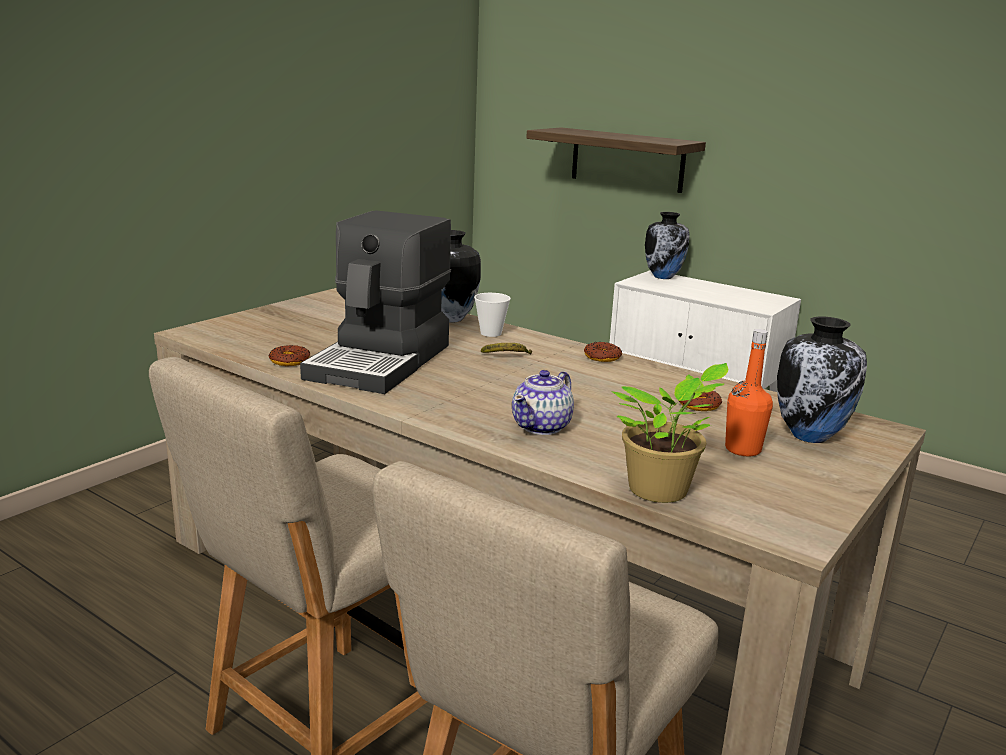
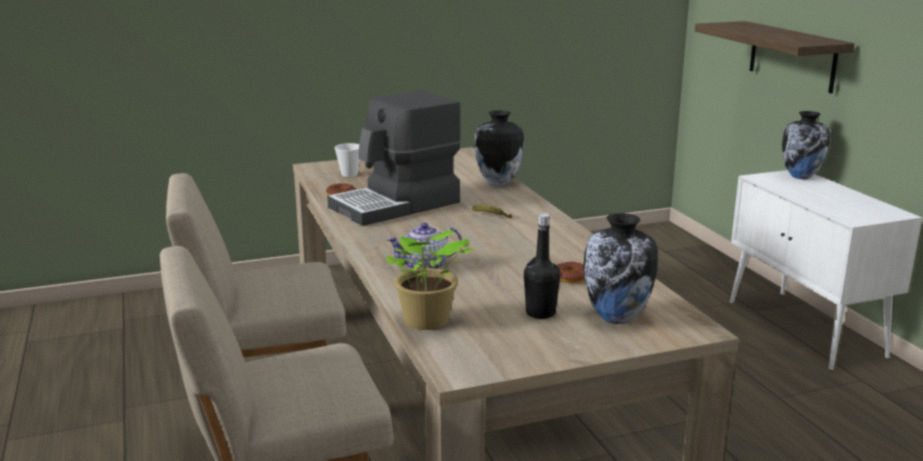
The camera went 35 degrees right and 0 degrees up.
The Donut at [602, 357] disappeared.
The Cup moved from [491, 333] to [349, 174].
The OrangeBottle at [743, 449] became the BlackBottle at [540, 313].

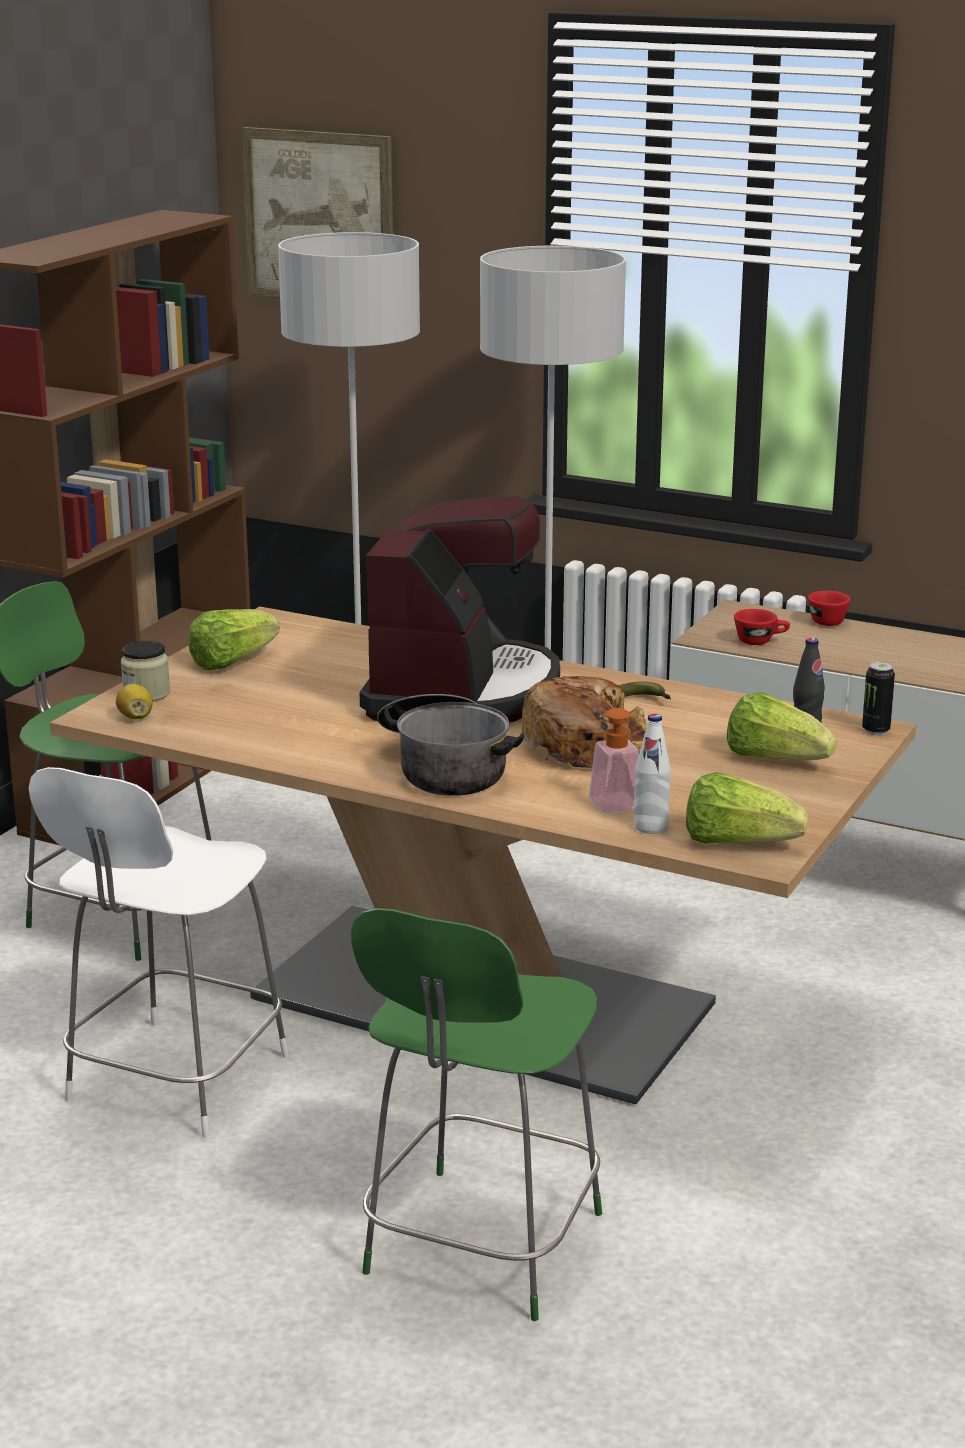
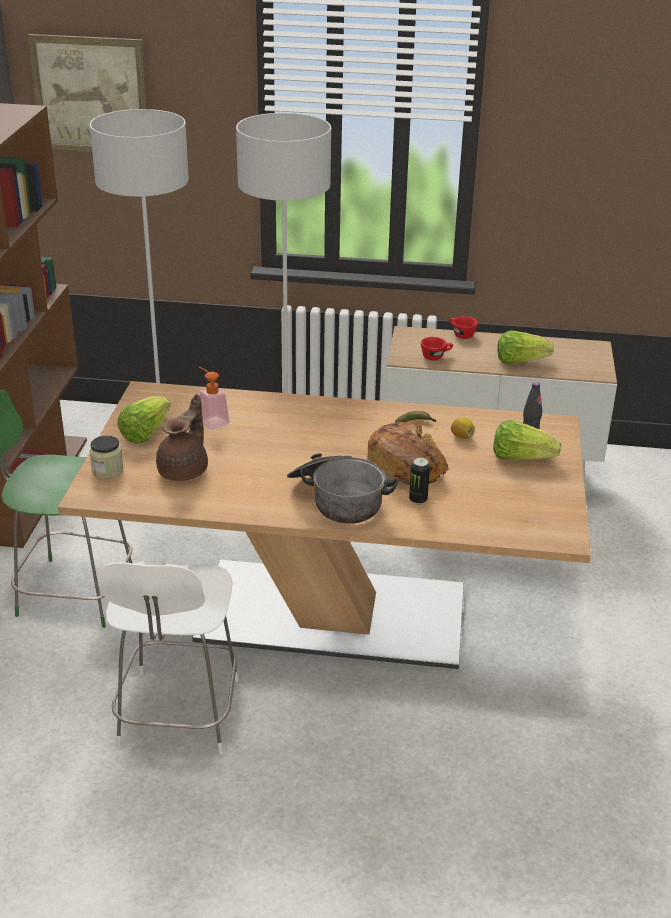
The camera went 20 degrees left and 10 degrees up.
The GreenChair at [480, 1248] disappeared.
The CoffeeMachine at [461, 692] disappeared.
The WhiteBottle at [650, 827] disappeared.
The BrownTeapot at [185, 470] appeared.
The Lemon moved from [135, 717] to [462, 437].
The SoapDispenser moved from [611, 800] to [211, 420].
The Lettuce moved from [737, 843] to [520, 361].
The Can moved from [876, 730] to [418, 500].

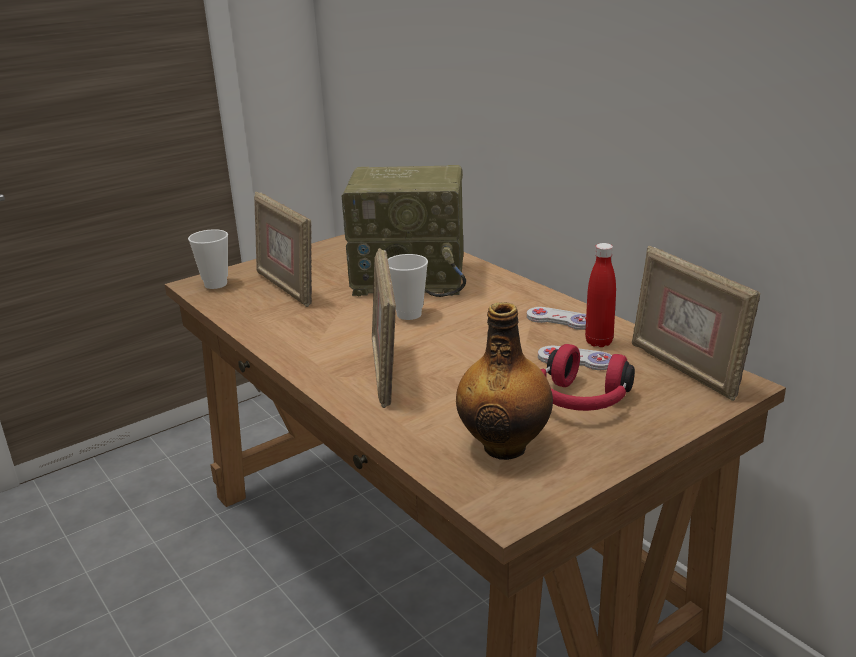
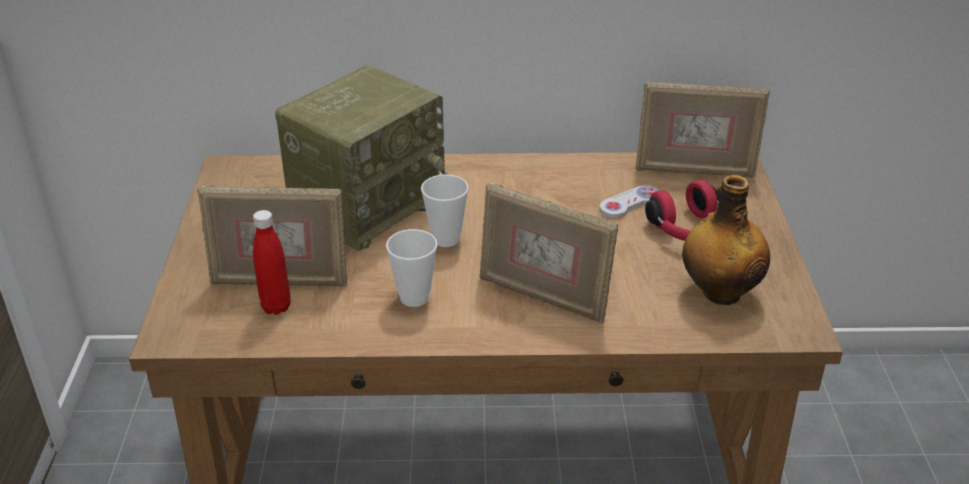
The camera went 55 degrees left and 10 degrees up.
The WhiteGameController at [560, 320] disappeared.
The Cup moved from [215, 284] to [414, 297].
The RedBottle moved from [599, 342] to [276, 307].

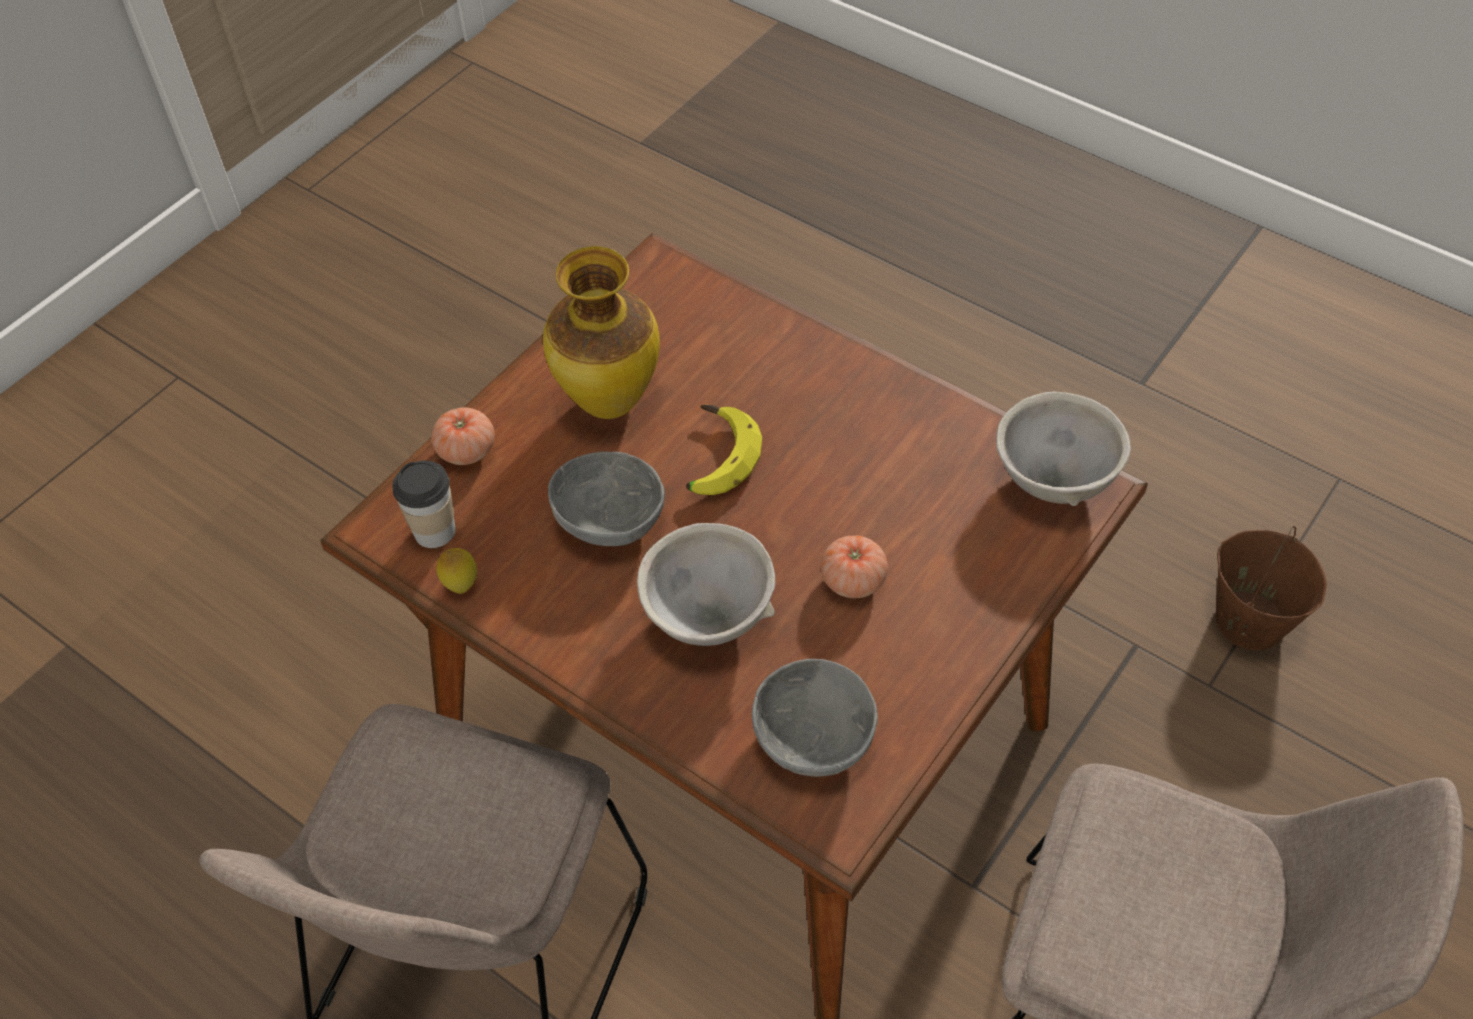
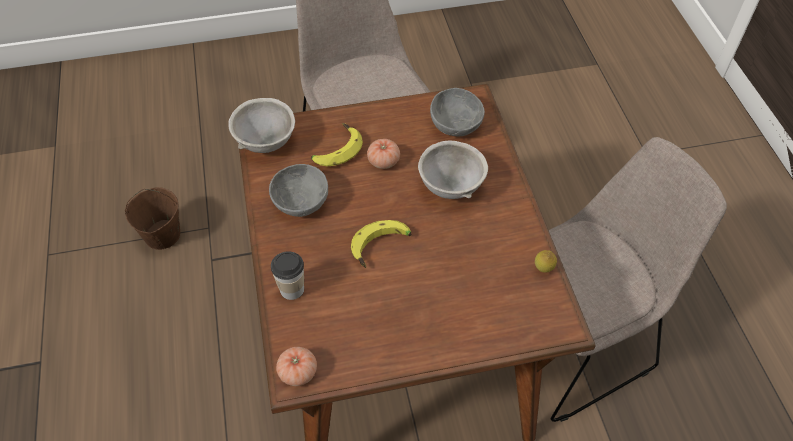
The camera went 140 degrees left and 0 degrees up.
The Vase at [607, 402] disappeared.
The Banana at [335, 150] appeared.
The Cup moved from [435, 531] to [292, 289].
The Tomato moved from [466, 450] to [298, 372].
The GreyBowl moved from [610, 518] to [300, 203].

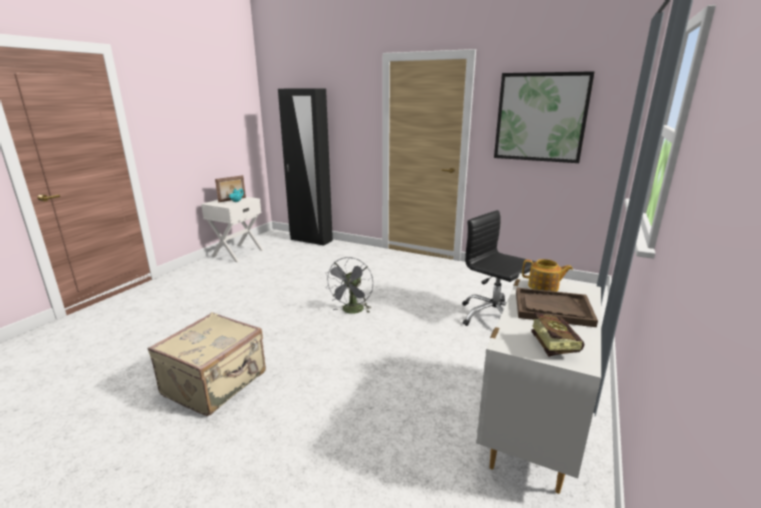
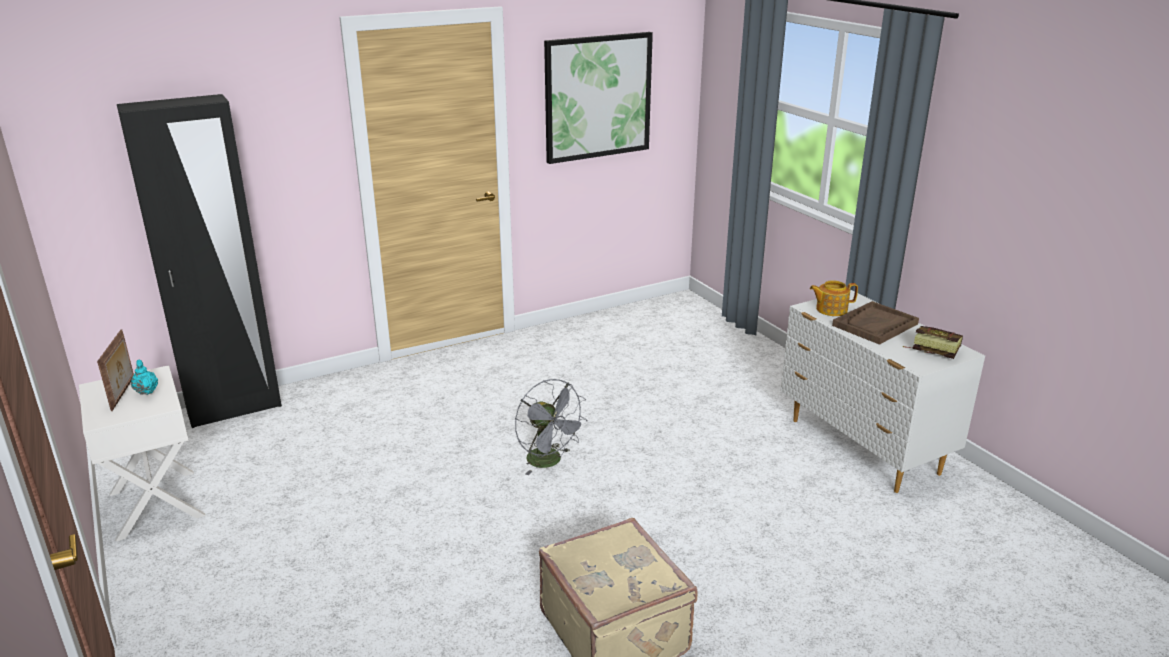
The camera went 55 degrees left and 5 degrees up.
The BlackOfficeChair at [493, 317] disappeared.
The Teapot at [544, 287] turned 150 degrees counterclockwise.

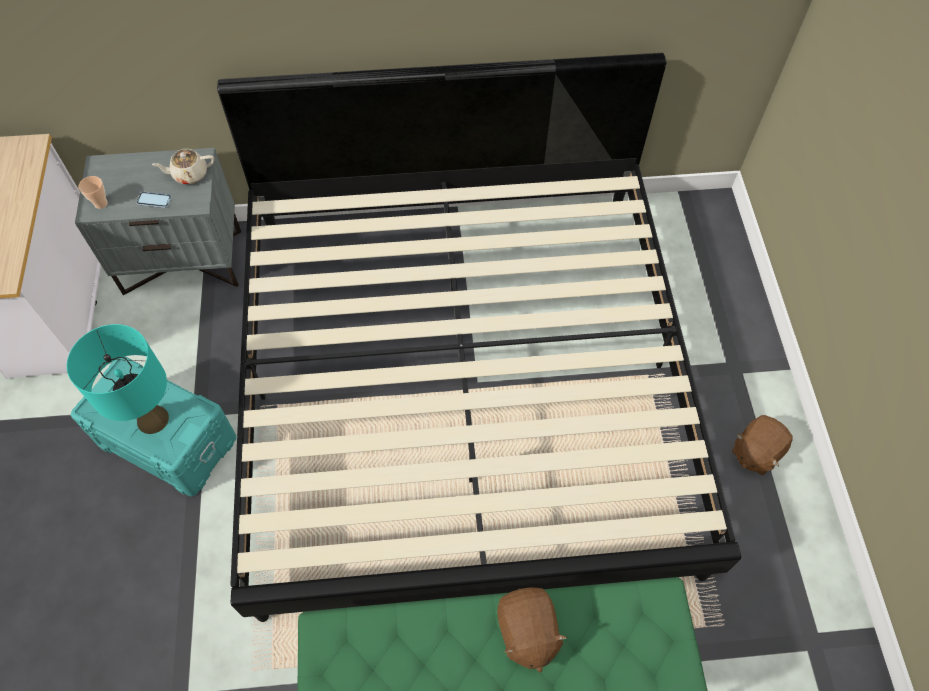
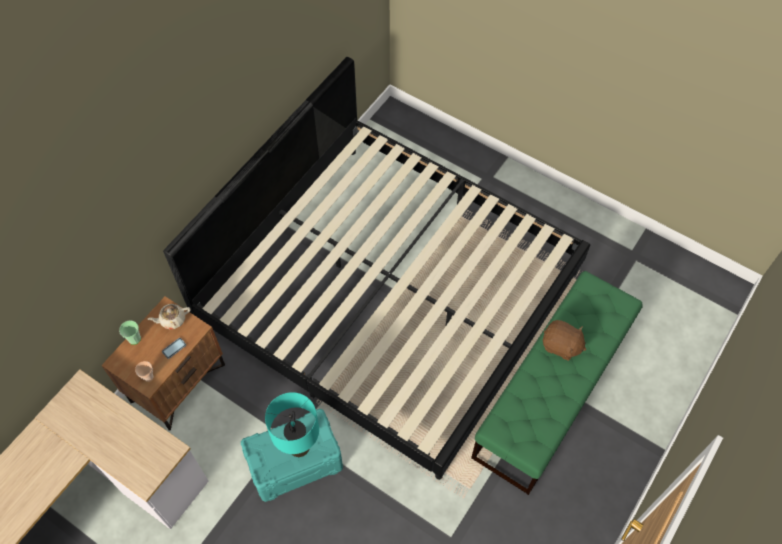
The camera went 50 degrees left and 0 degrees up.
The BrownPlushToy at [755, 452] disappeared.
The Cup at [134, 339] appeared.
The GreyNightstand at [184, 260] became the BrownNightstand at [177, 382].
The BeigeTeapot at [189, 174] turned 45 degrees clockwise.

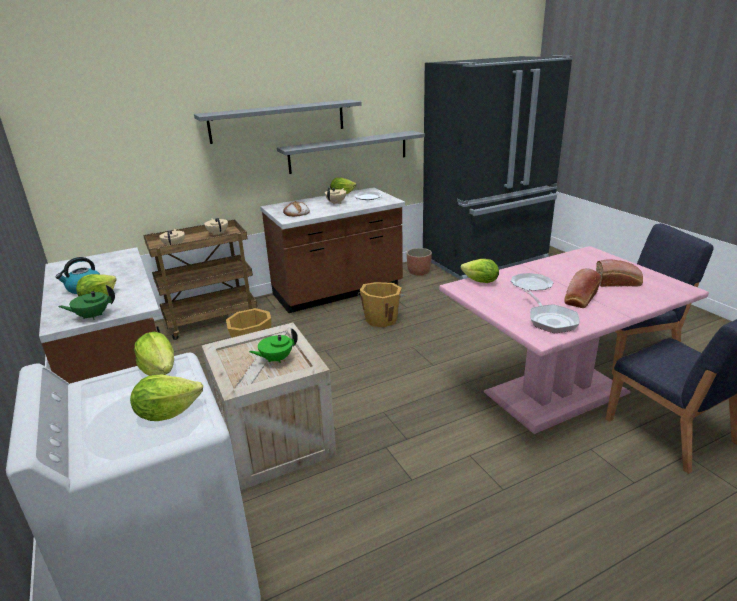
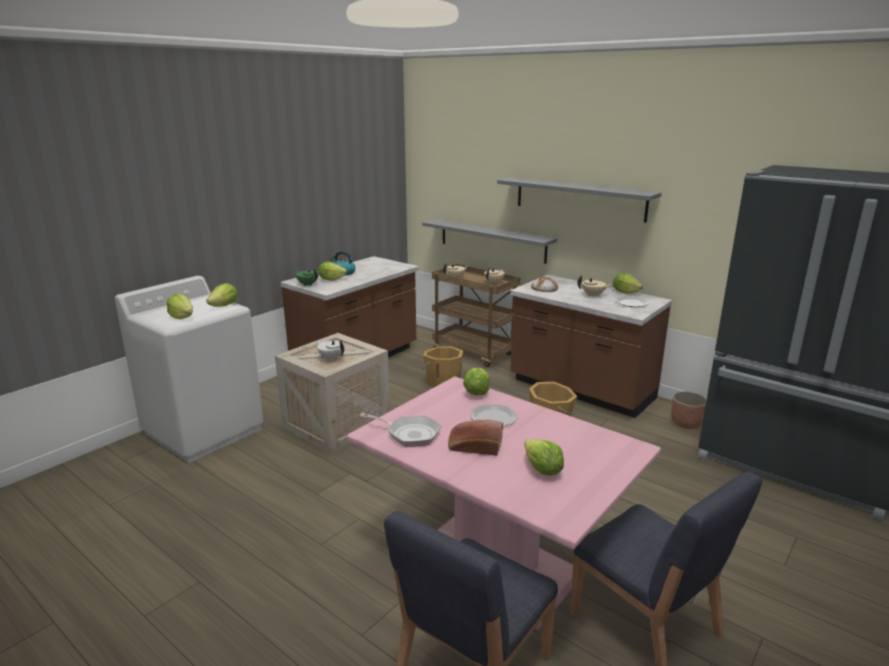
The camera went 65 degrees right and 5 degrees down.
The GreyShelf moved from [349, 151] to [492, 240].
The Bread at [618, 283] was replaced by the Lettuce at [542, 470].
The GreenTeapot at [276, 359] became the WhiteTeapot at [331, 358].
The FryingPan at [550, 320] turned 120 degrees counterclockwise.

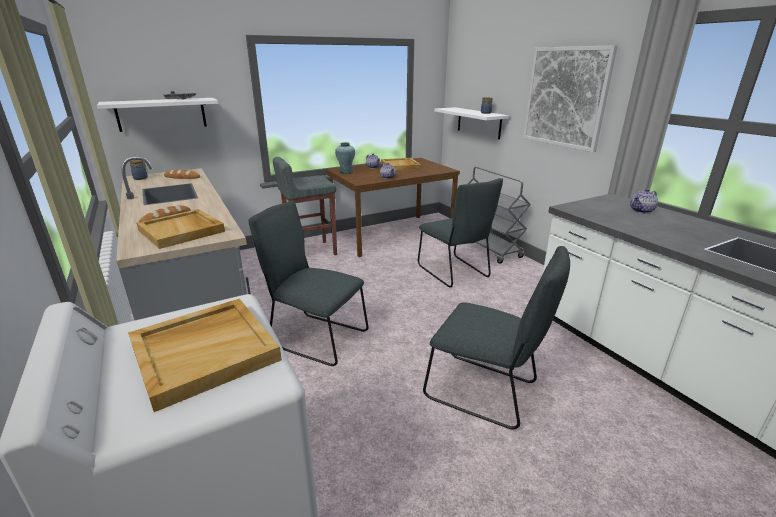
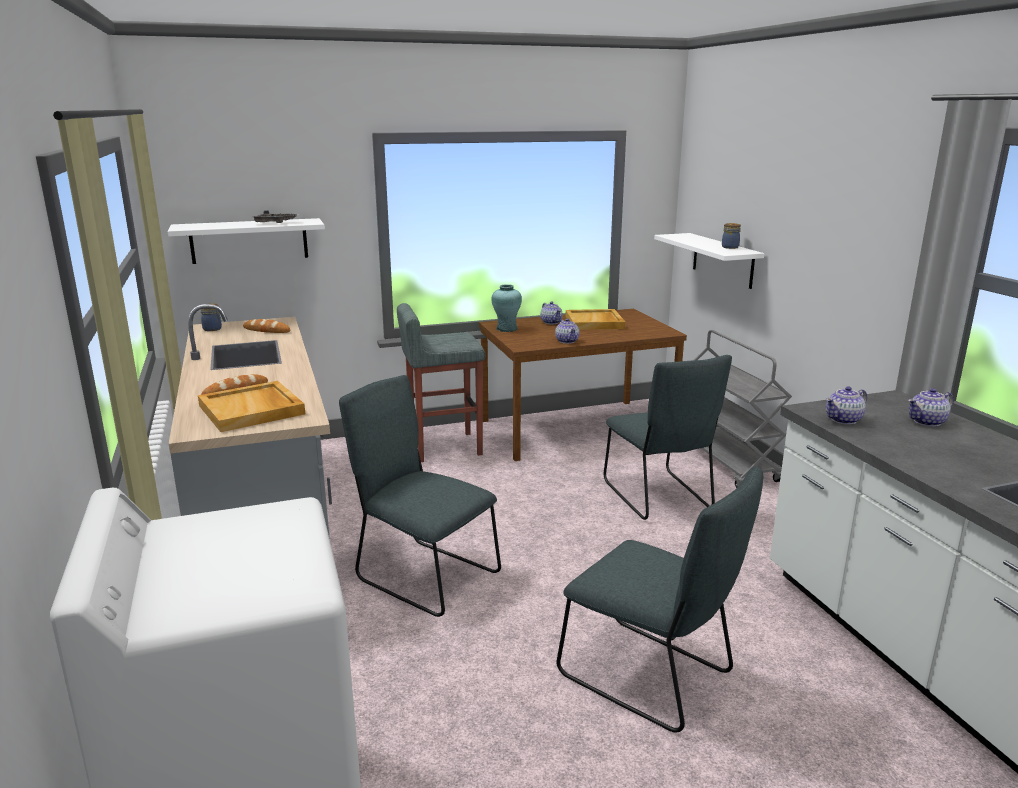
The camera went 10 degrees right and 5 degrees down.
The BeigeTray at [205, 351] disappeared.
The Picture at [565, 97] disappeared.
The Teapot at [844, 420] appeared.

